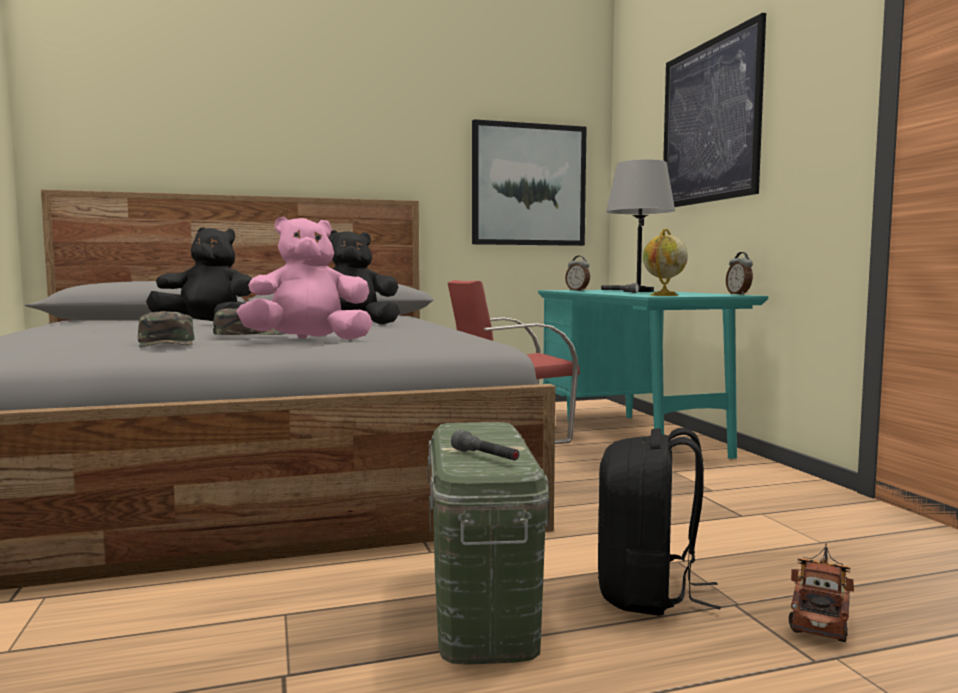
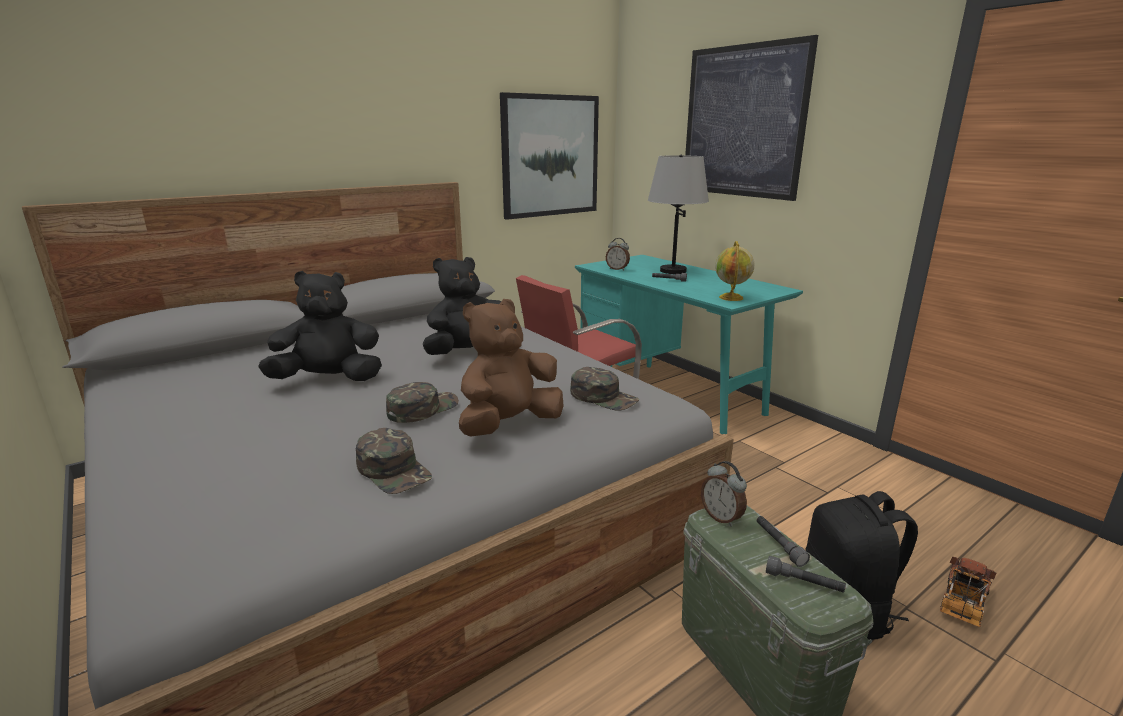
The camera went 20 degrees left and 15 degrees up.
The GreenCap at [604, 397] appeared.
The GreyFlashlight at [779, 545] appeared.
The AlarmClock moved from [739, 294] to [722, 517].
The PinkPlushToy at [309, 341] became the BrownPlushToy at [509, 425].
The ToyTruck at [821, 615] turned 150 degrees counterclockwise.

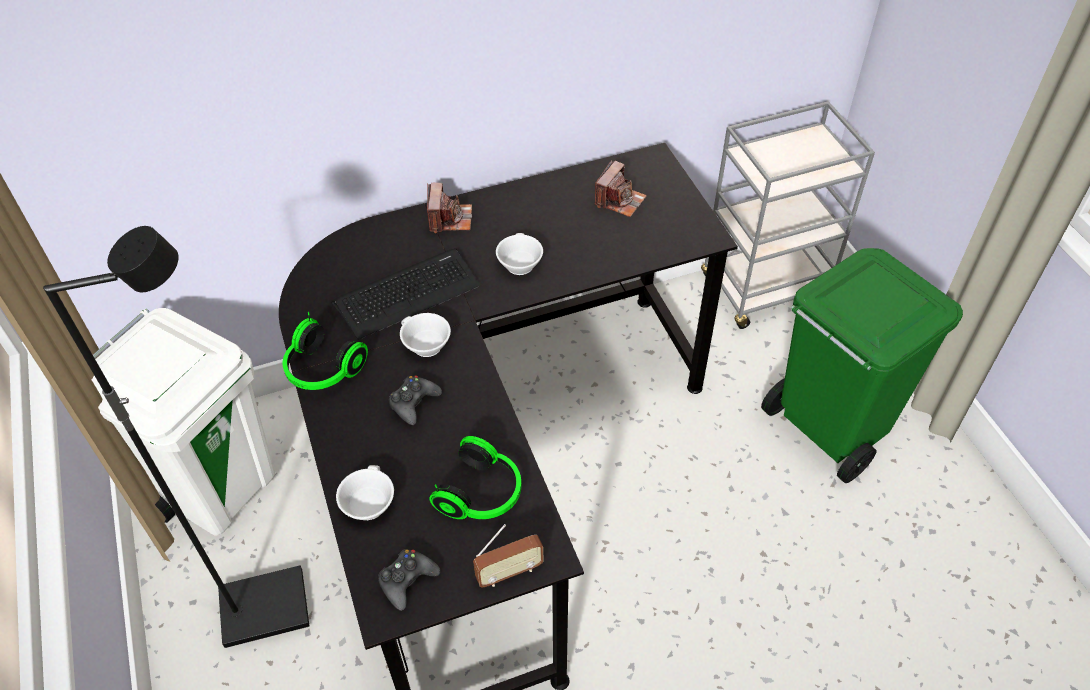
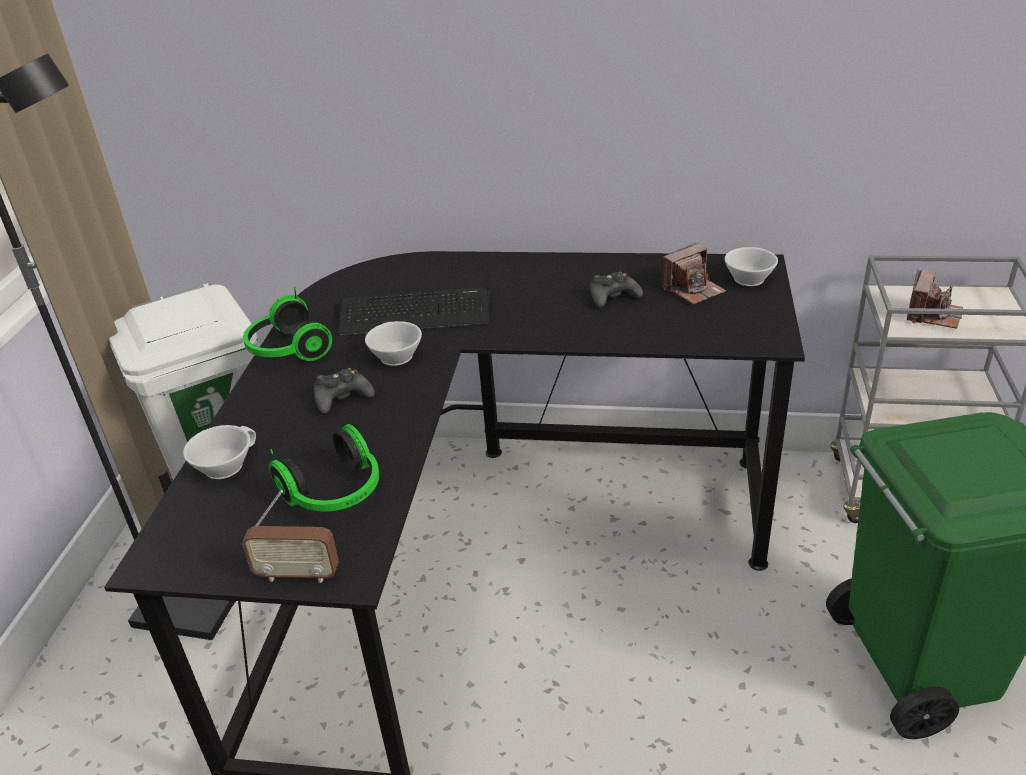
The camera went 30 degrees right and 15 degrees down.
The BlackGameController moved from [407, 580] to [613, 296].
The PhotoCamera moved from [450, 219] to [932, 315].
The WhiteCup moved from [518, 264] to [747, 277].

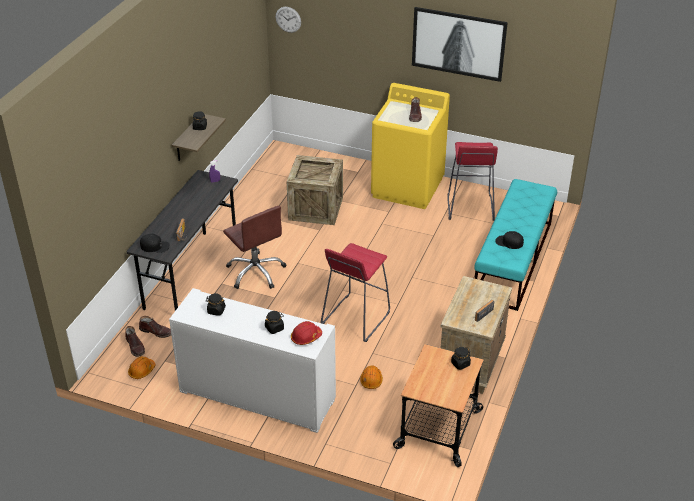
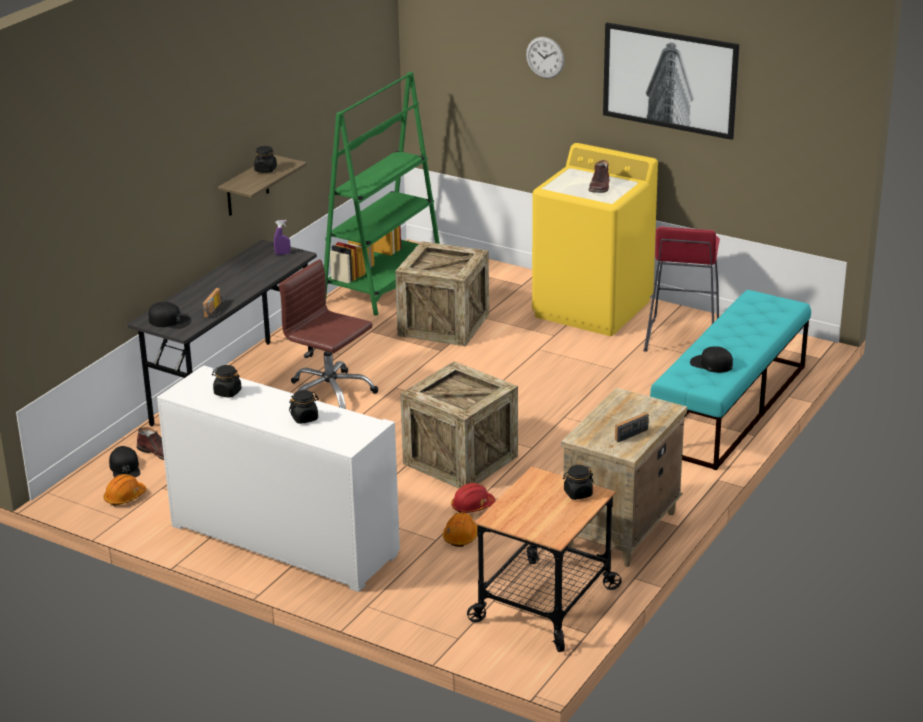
The camera went 10 degrees right and 10 degrees down.
The GreenBookcase at [383, 284] appeared.
The WallClock moved from [288, 19] to [545, 57].
The RedHardHat moved from [306, 337] to [472, 506].
The BrownBoot at [135, 346] was replaced by the BlackCap at [125, 468].
The RedStool at [355, 318] was replaced by the Crate at [460, 460].
The BrownOfficeChair at [256, 272] turned 150 degrees clockwise.

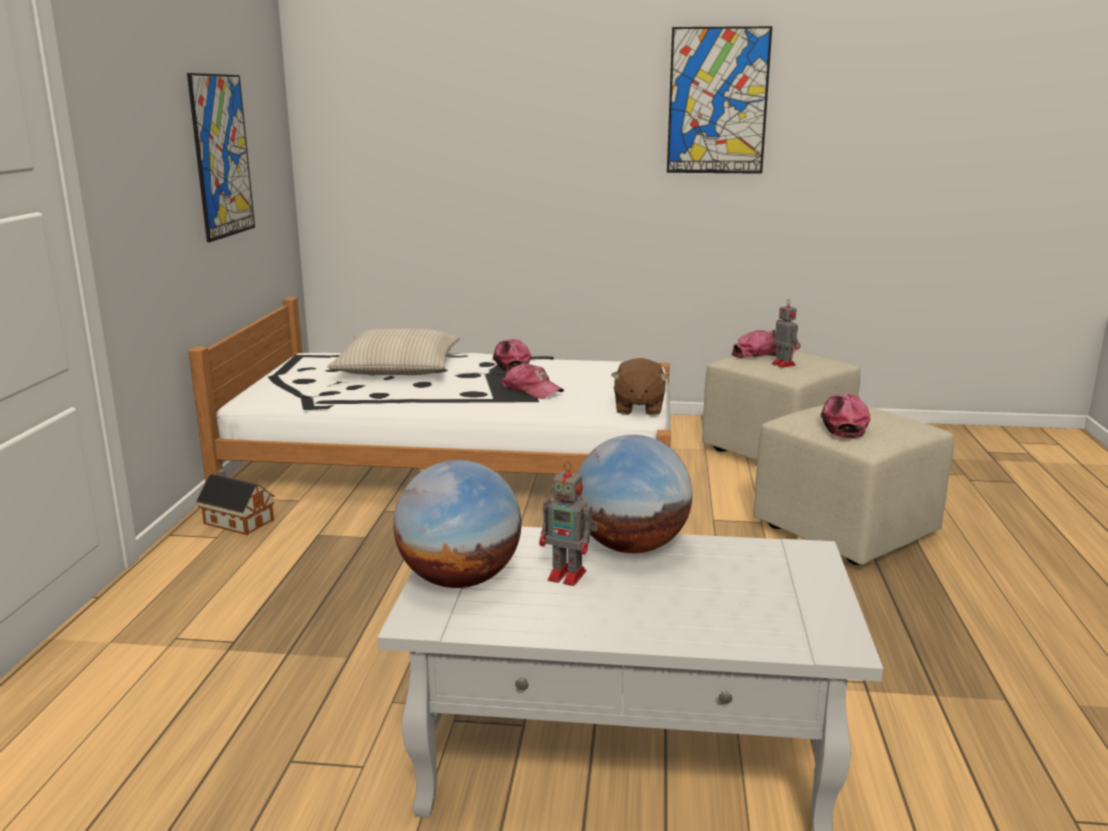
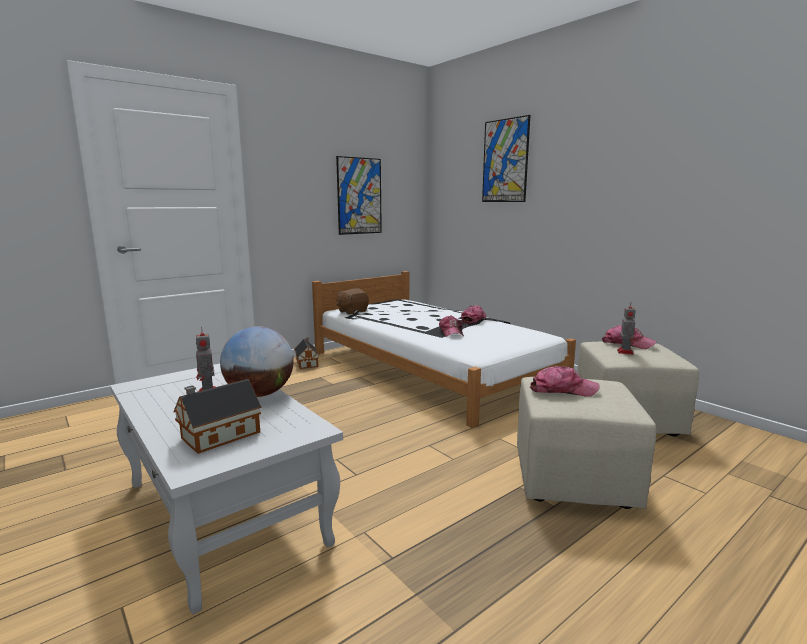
The camera went 45 degrees right and 5 degrees down.
The BeigePillow at [398, 368] disappeared.
The Globe at [459, 579] disappeared.
The ToyHouse at [217, 436] appeared.
The BrownPlushToy moved from [638, 408] to [352, 311].
The Picture moved from [717, 101] to [505, 161].
The Cap at [842, 424] turned 45 degrees clockwise.

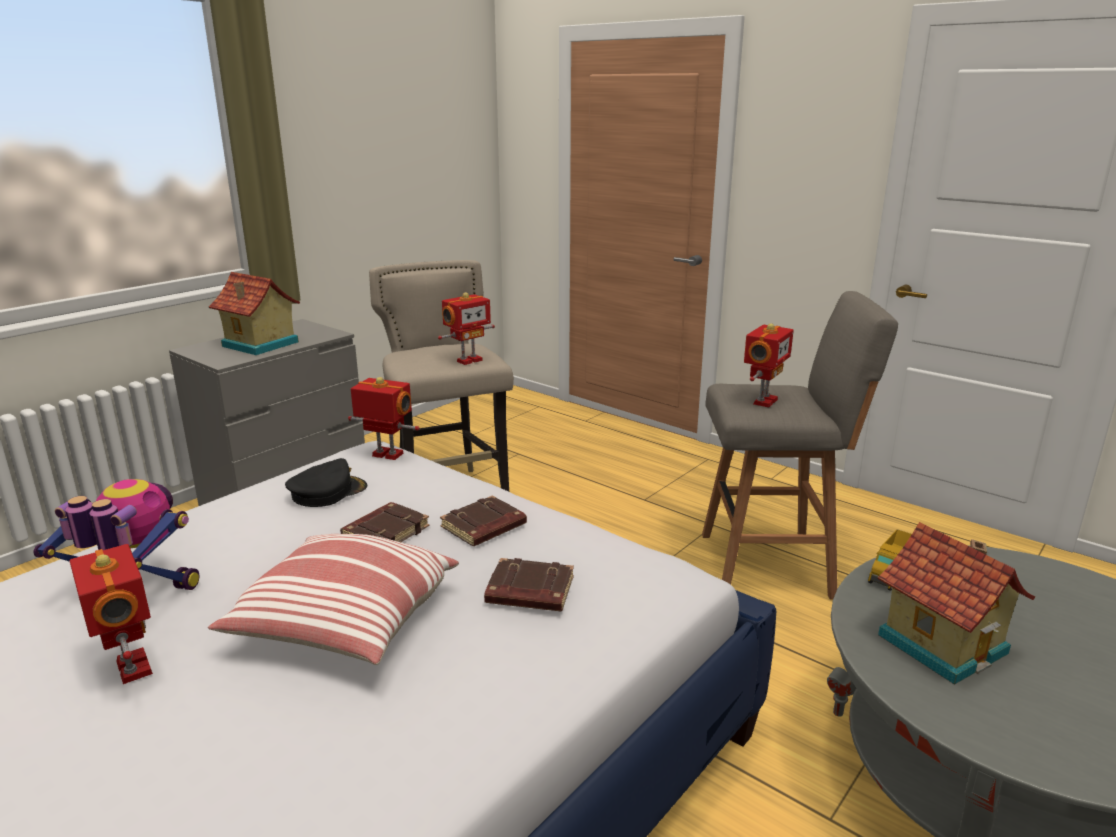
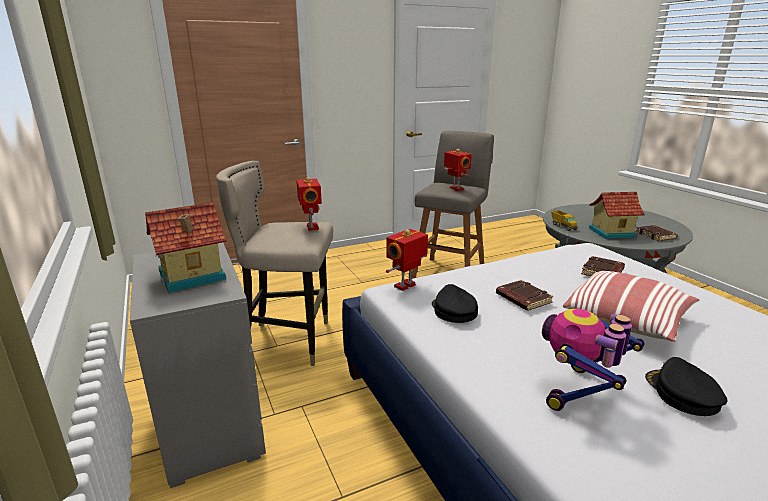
The camera went 65 degrees left and 0 degrees up.
The BrownBook moved from [484, 527] to [656, 235].
The ToyRobot at [130, 669] was replaced by the BlackCap at [681, 393].

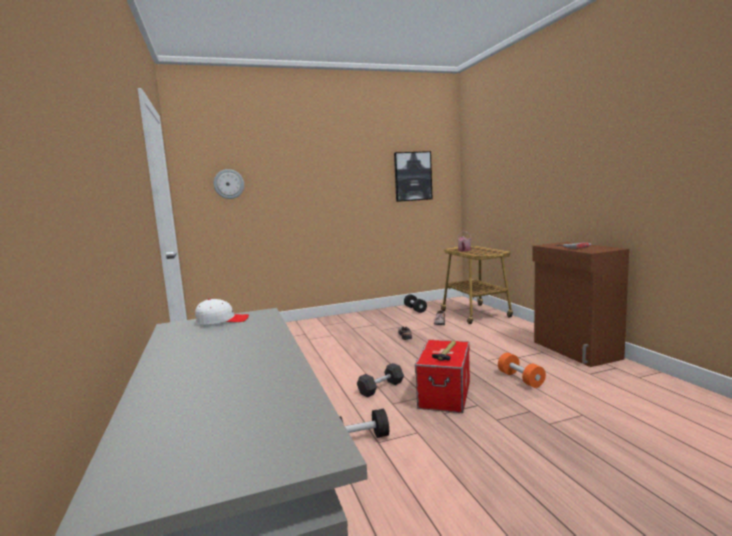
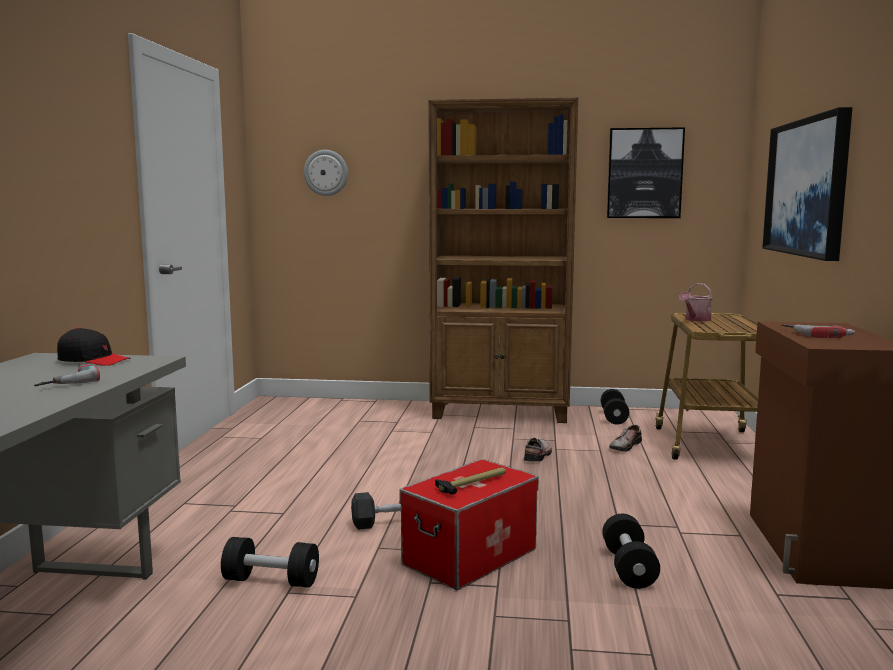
The camera went 25 degrees right and 0 degrees up.
The PowerDrill at [66, 381] appeared.
The BrownBookcase at [501, 412] appeared.
The Picture at [807, 187] appeared.
The WhiteCap at [222, 320] became the BlackCap at [93, 360].
The OrangeDumbbell at [520, 379] became the BlackDumbbell at [629, 568].

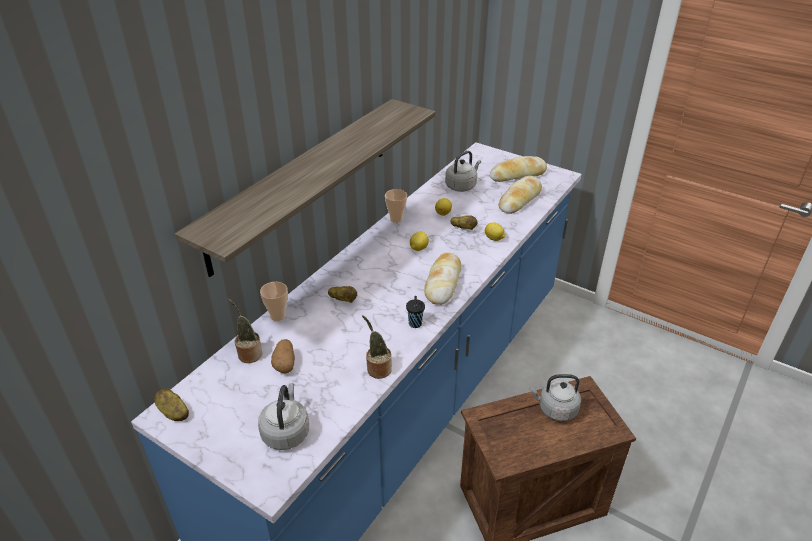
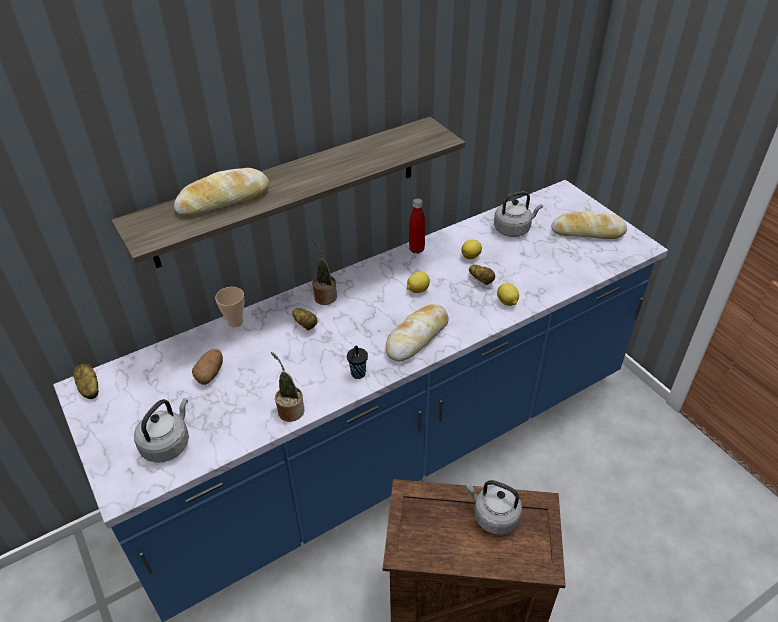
The camera went 25 degrees right and 5 degrees up.
The PottedPlant moved from [249, 353] to [324, 296].
The Bread moved from [519, 200] to [223, 200].
The Cup at [396, 219] was replaced by the RedBottle at [416, 249].

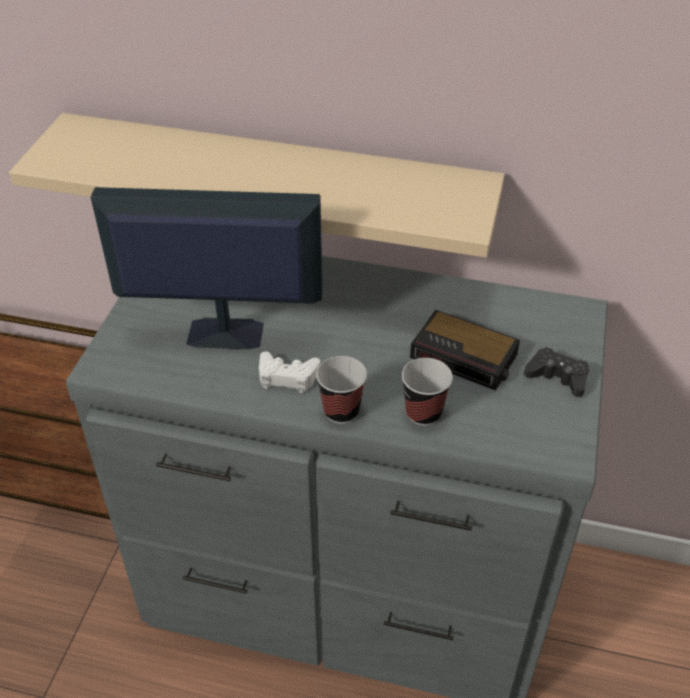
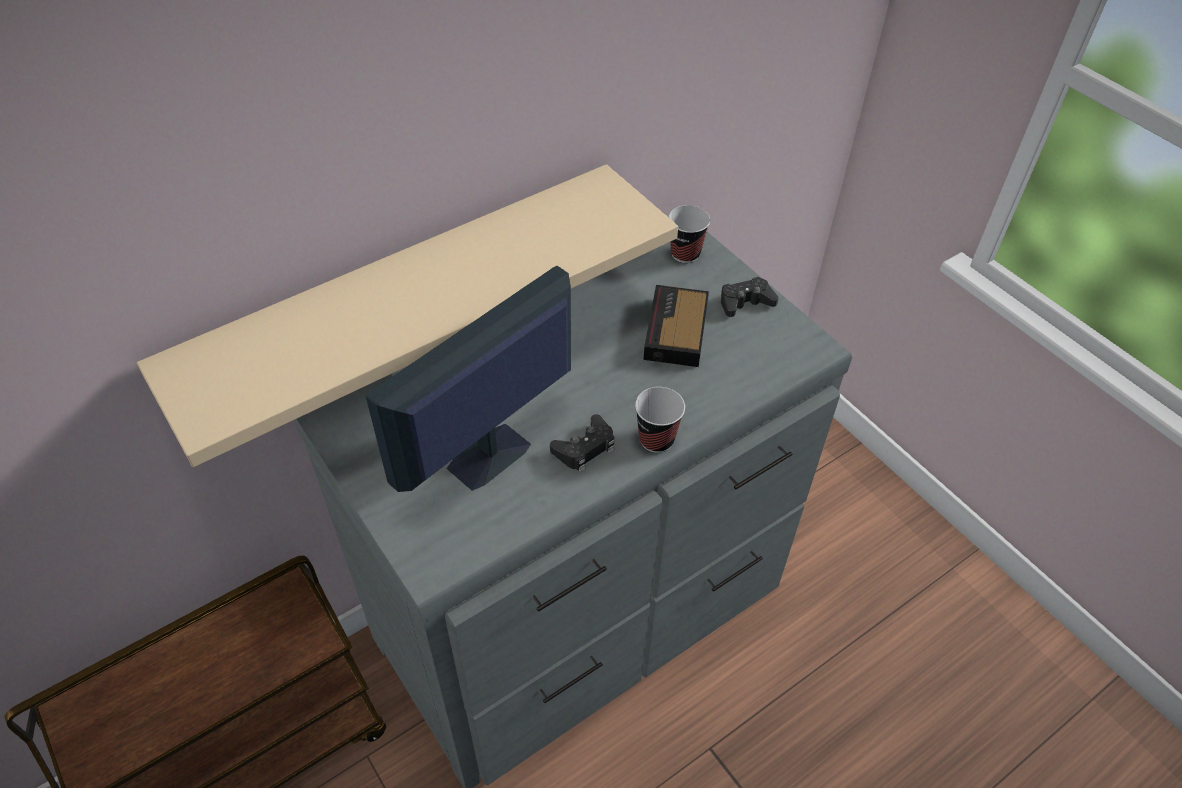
The camera went 50 degrees left and 5 degrees up.
The Cup moved from [423, 413] to [685, 254].
The WhiteGameController at [287, 377] became the BlackGameController at [585, 448].
The AlarmClock at [466, 356] turned 120 degrees clockwise.

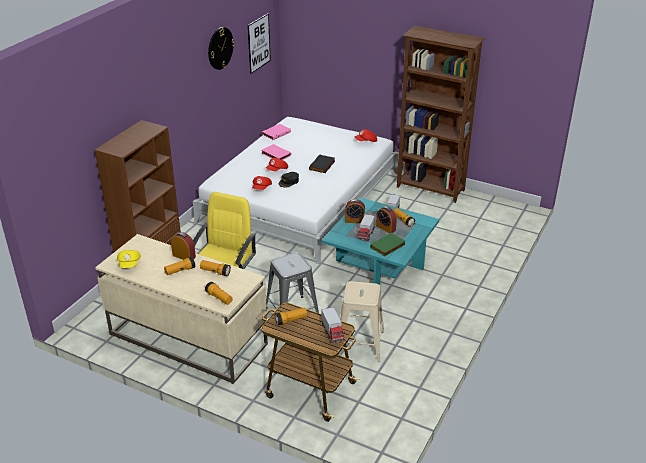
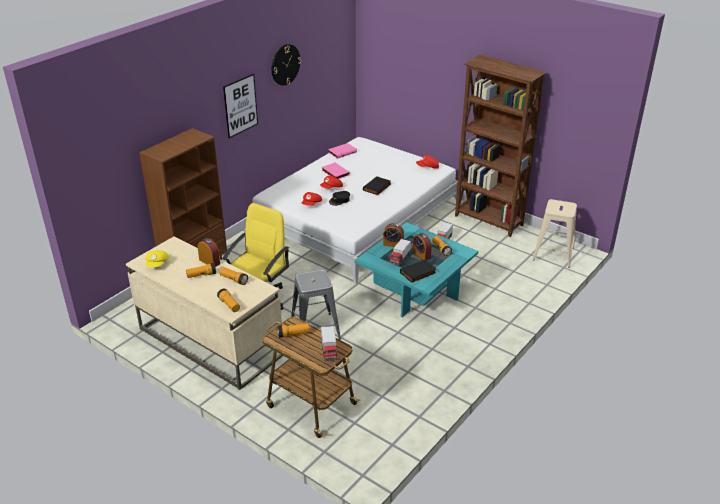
The camera went 10 degrees right and 0 degrees up.
The Picture moved from [259, 43] to [240, 105].
The BeigeStool moved from [359, 344] to [553, 254].
The GreenBook at [388, 246] became the BlackBook at [418, 273].

